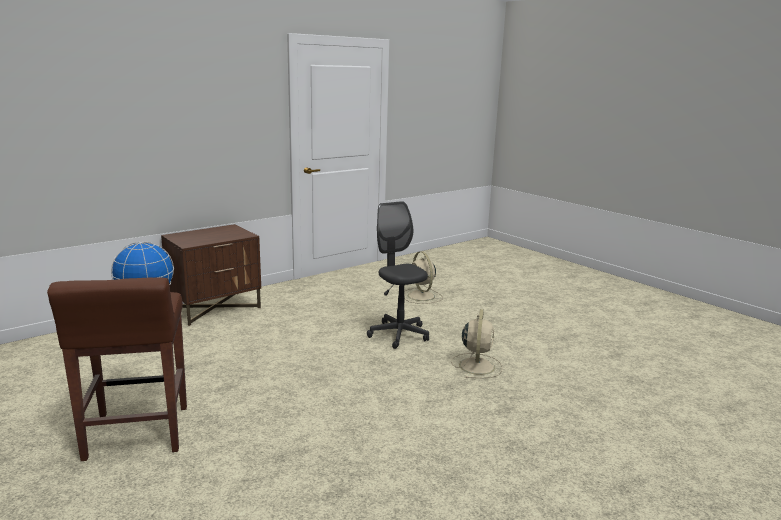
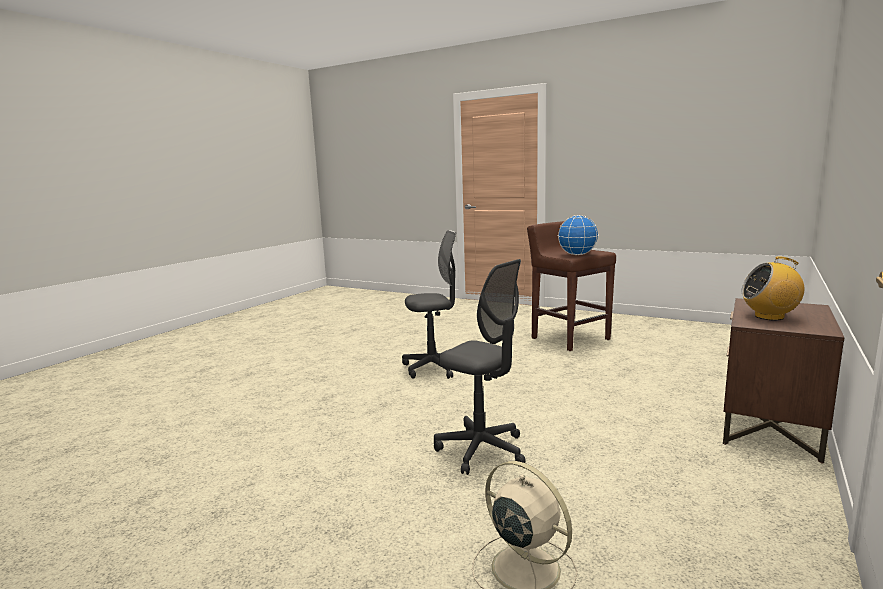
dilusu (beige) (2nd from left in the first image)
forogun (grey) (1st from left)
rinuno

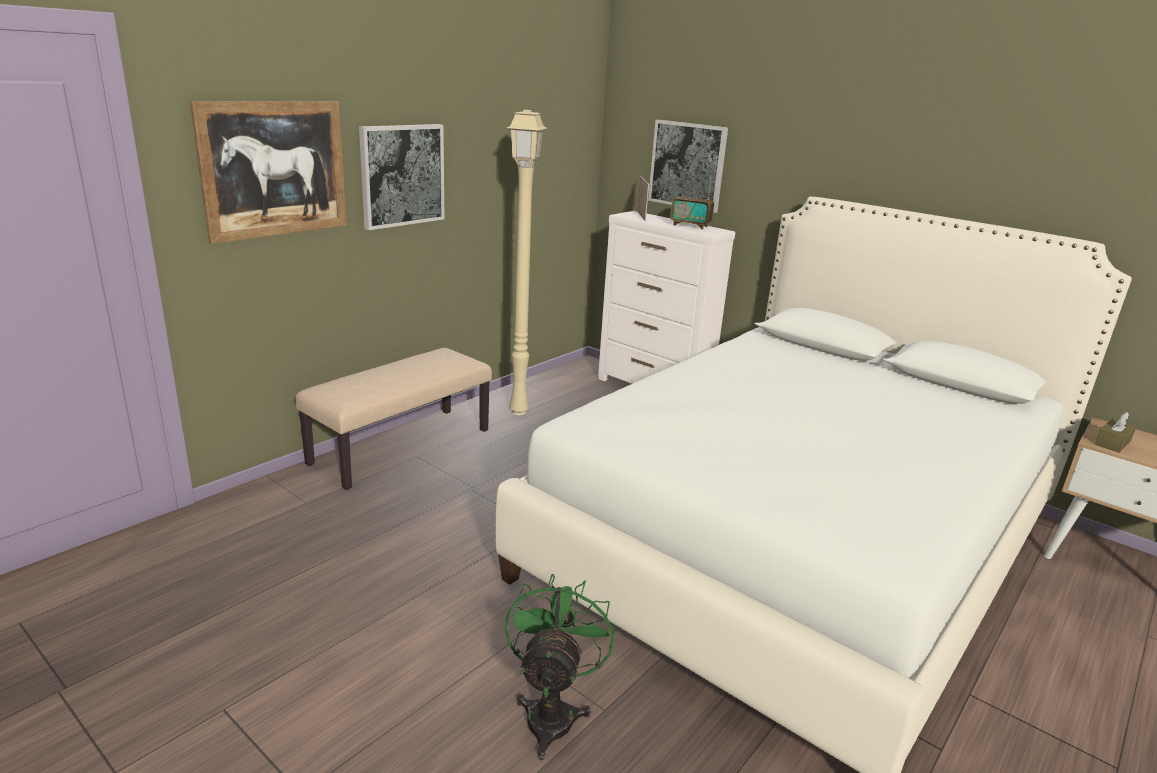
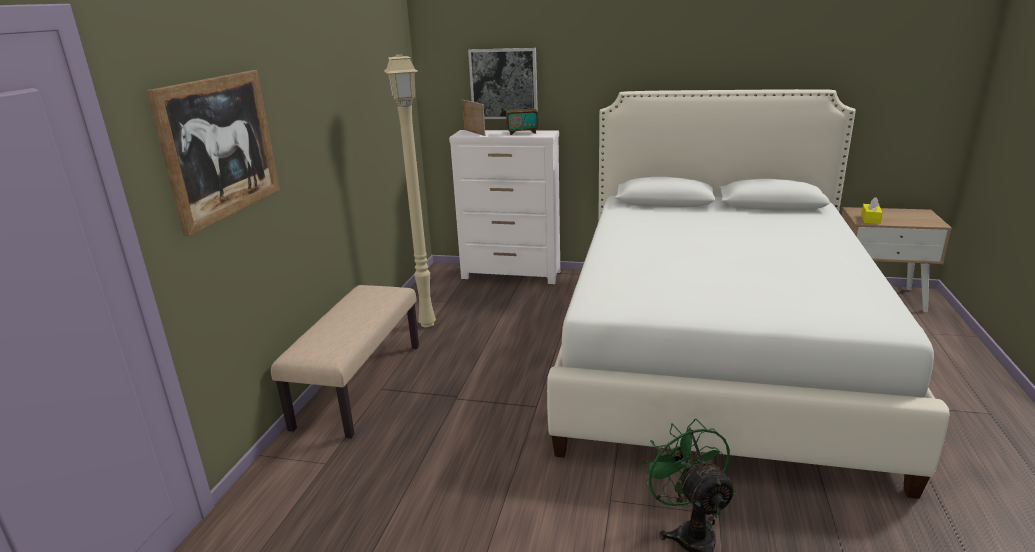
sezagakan (2nd from left in the first image)
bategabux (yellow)

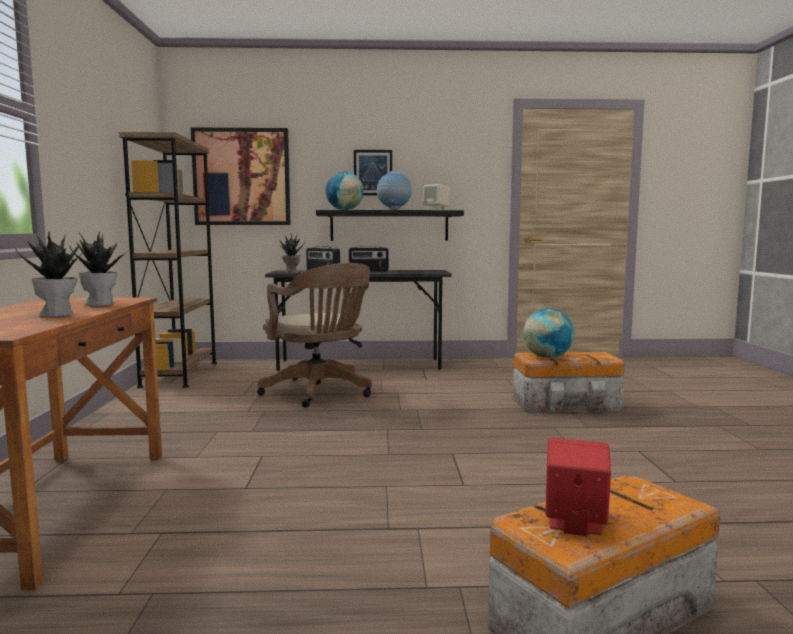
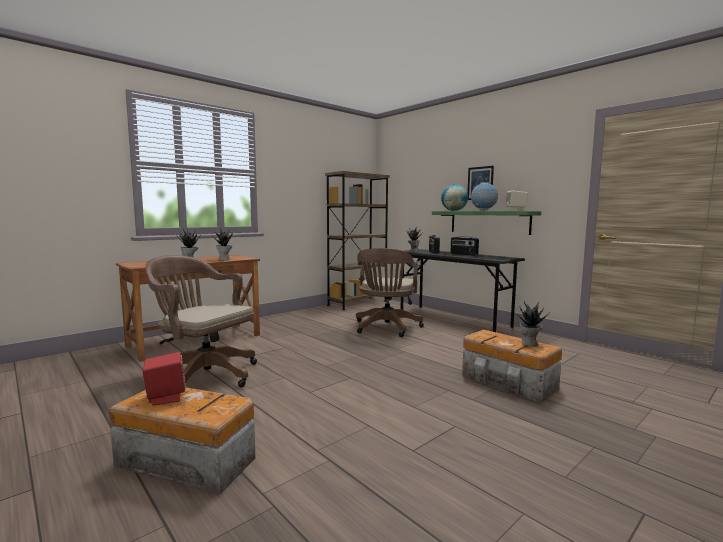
sezagakan (1st from left in the first image)
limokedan (3rd from left in the first image)
forogun (brown) (1st from left)
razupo (4th from left)
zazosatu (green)

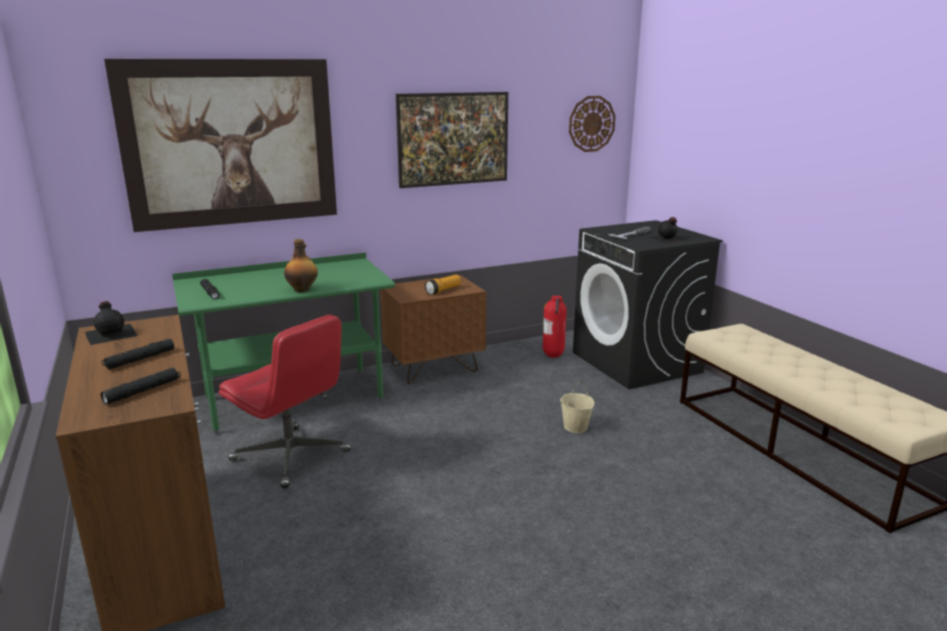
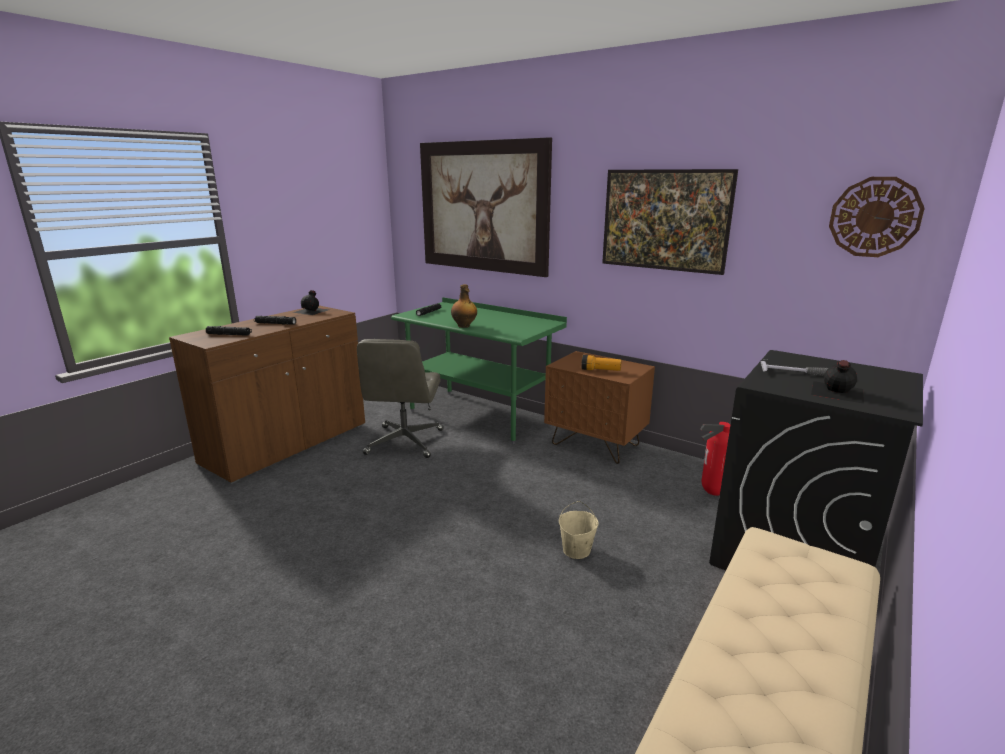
forogun (grey)

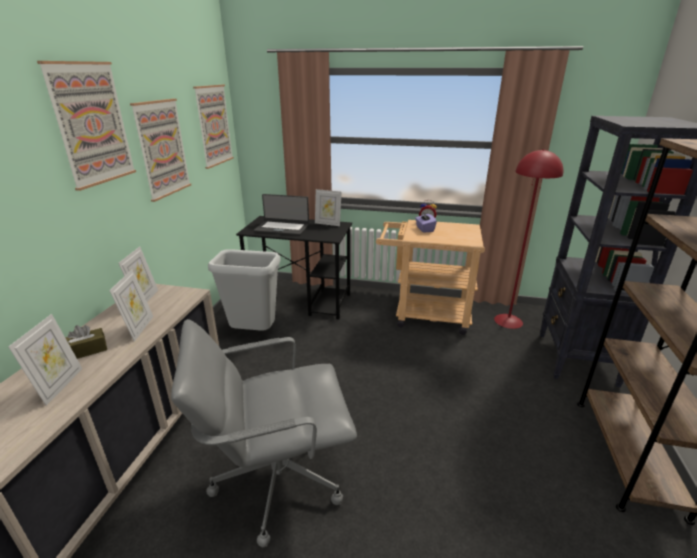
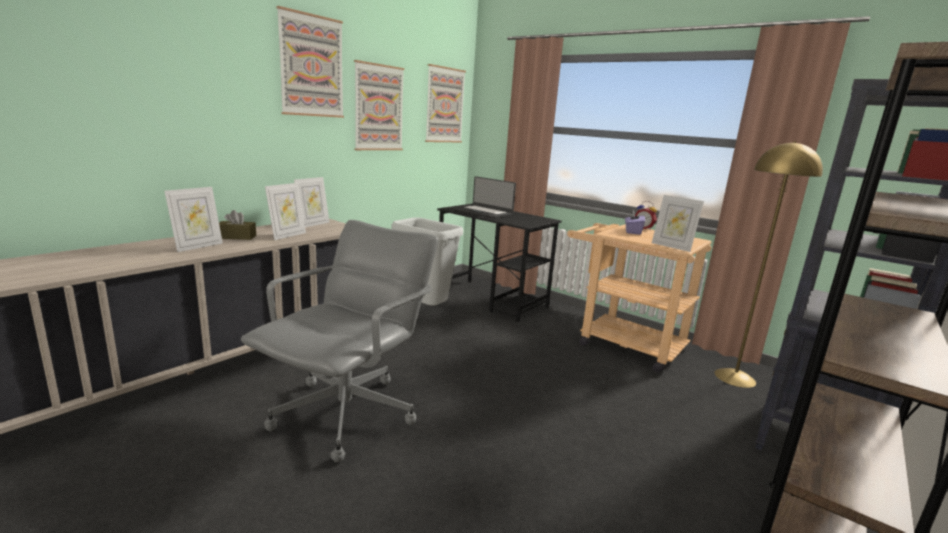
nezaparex (4th from left)
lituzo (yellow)
forogun (grey)

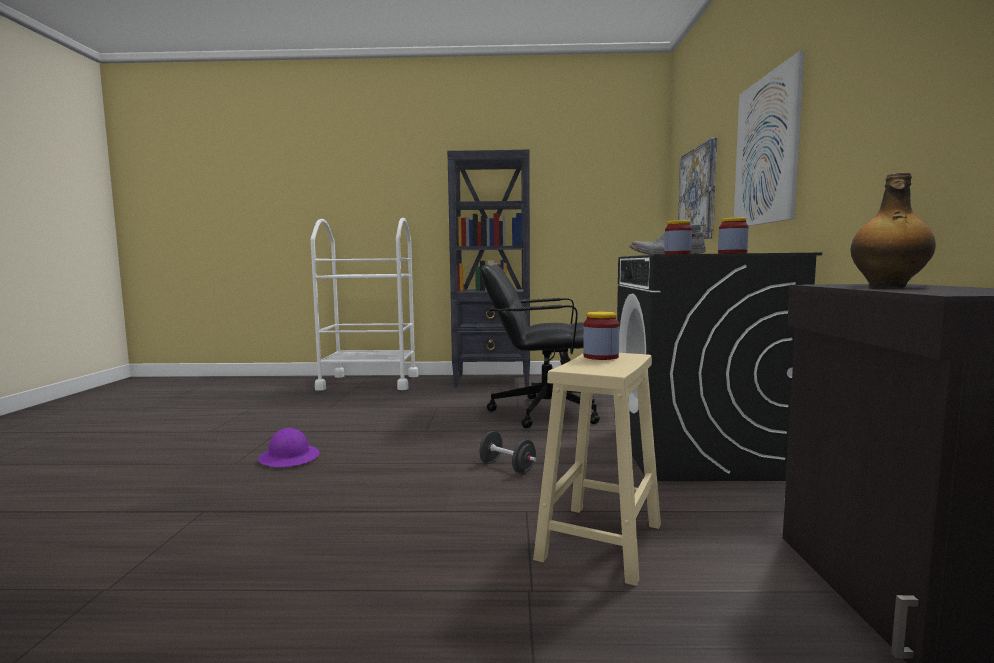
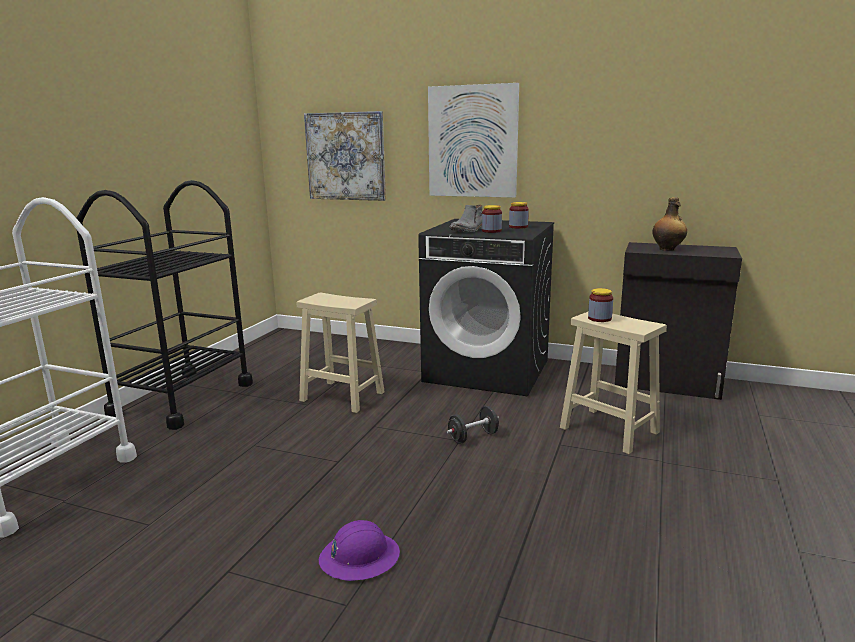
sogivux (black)
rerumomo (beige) (1st from left)

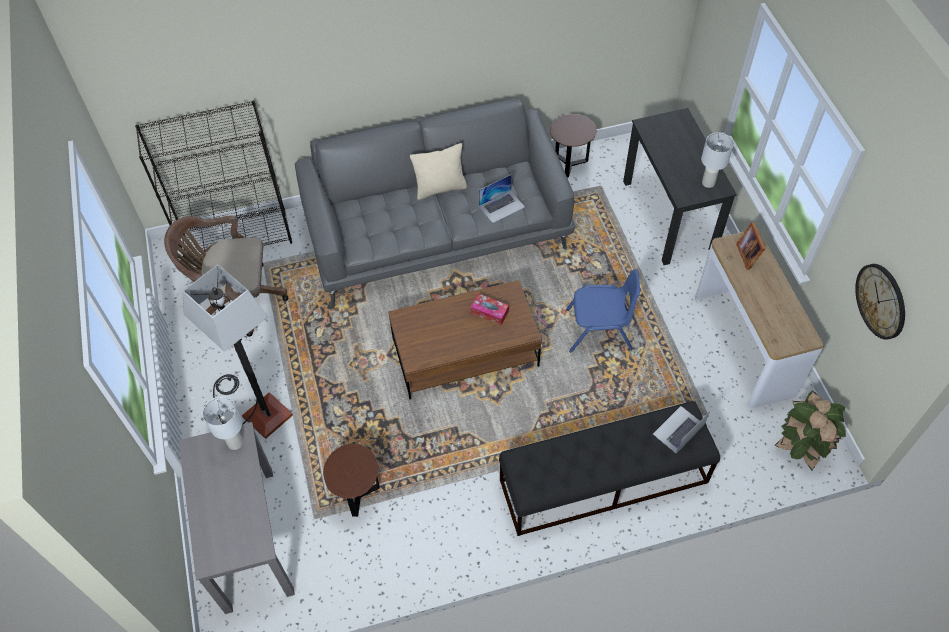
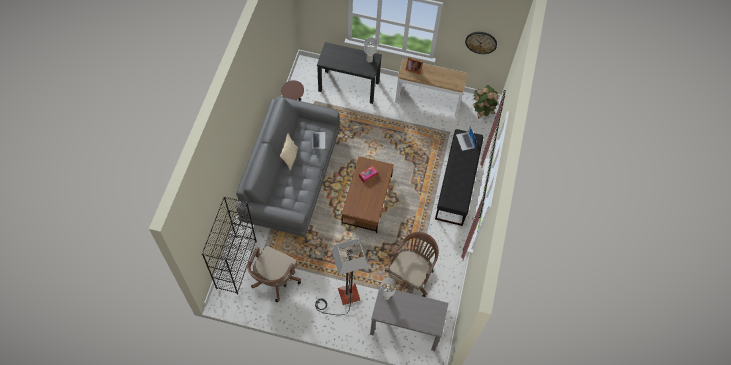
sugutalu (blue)
forogun (brown) (2nd from left)

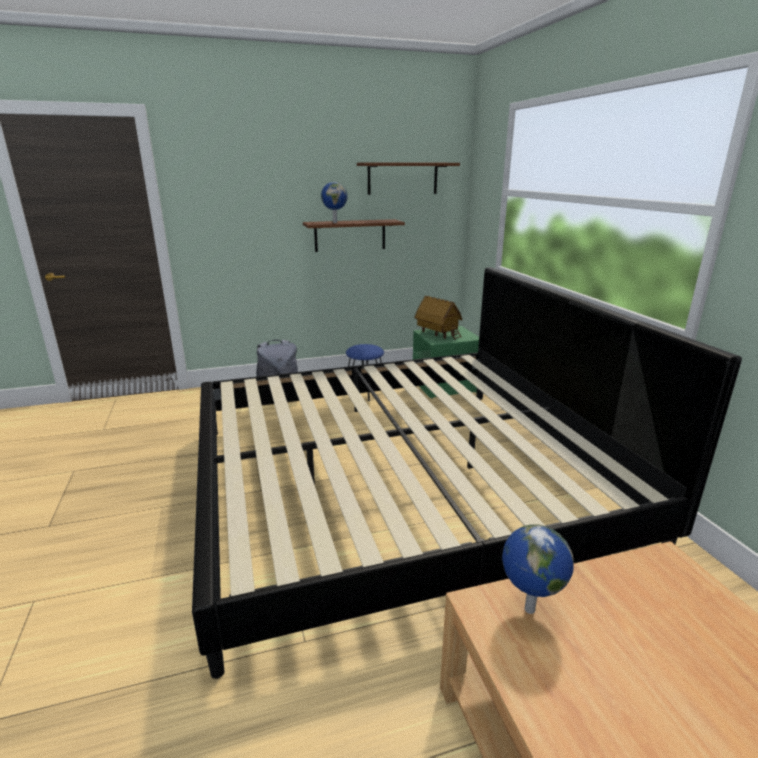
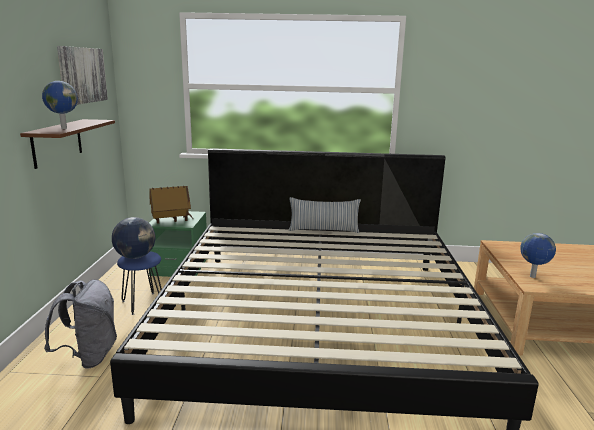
limokedan (2nd from left)
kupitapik
sezagakan

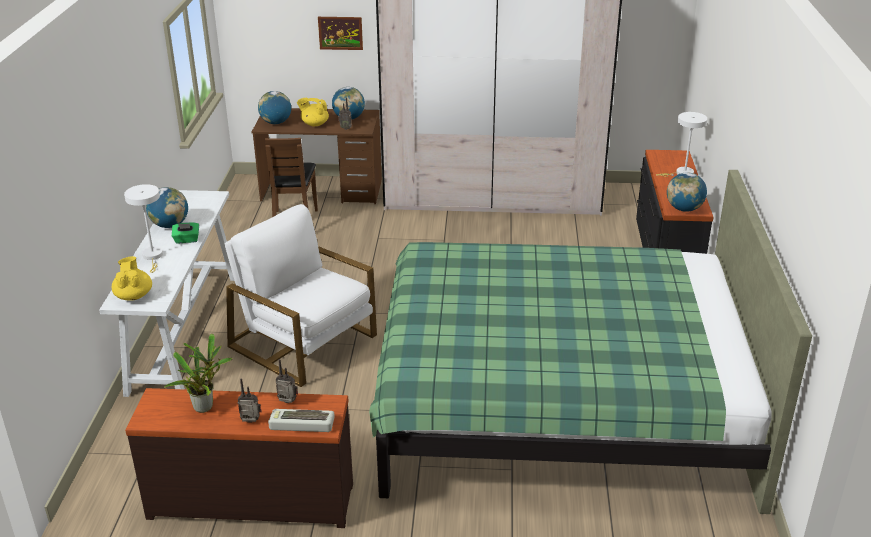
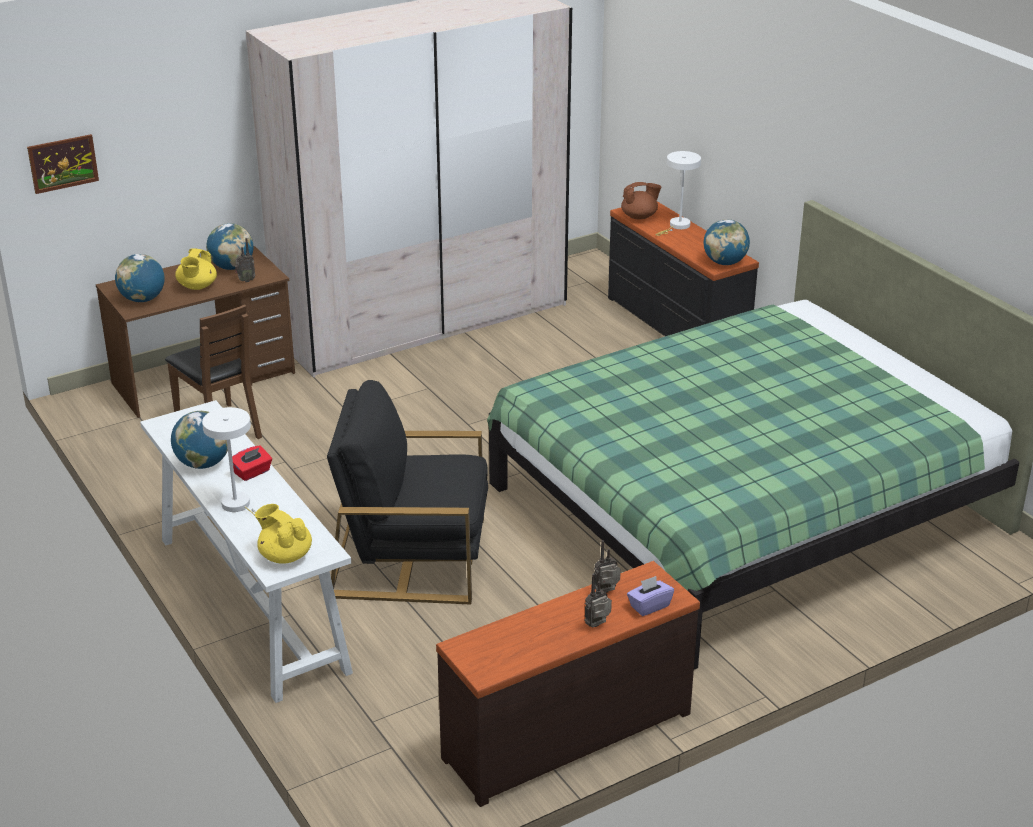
razupo
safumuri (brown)
sezagakan
bategabux (purple)
bategabux (red)
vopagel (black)
safumuri (yellow) (1st from left)

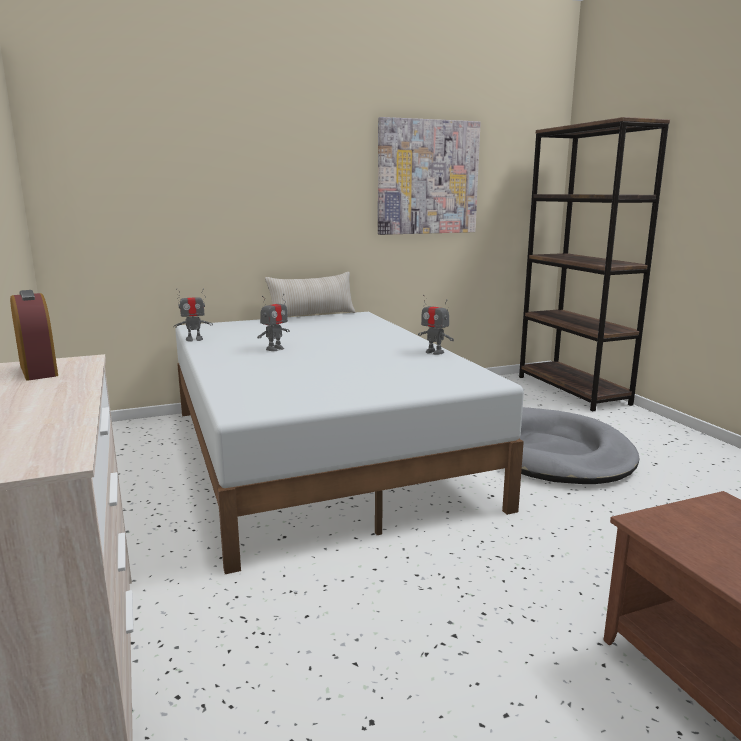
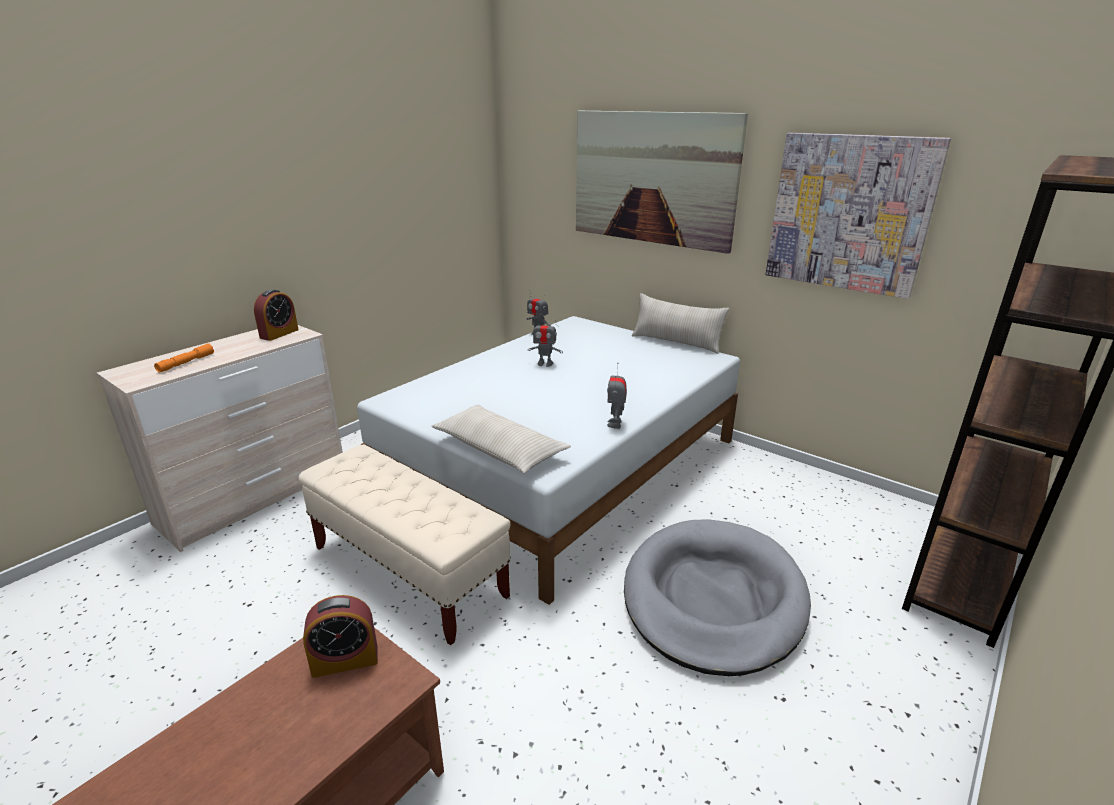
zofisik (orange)
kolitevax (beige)
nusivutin (2nd from left)
kupitapik (beige) (1st from left)
sezagakan (1st from left)

